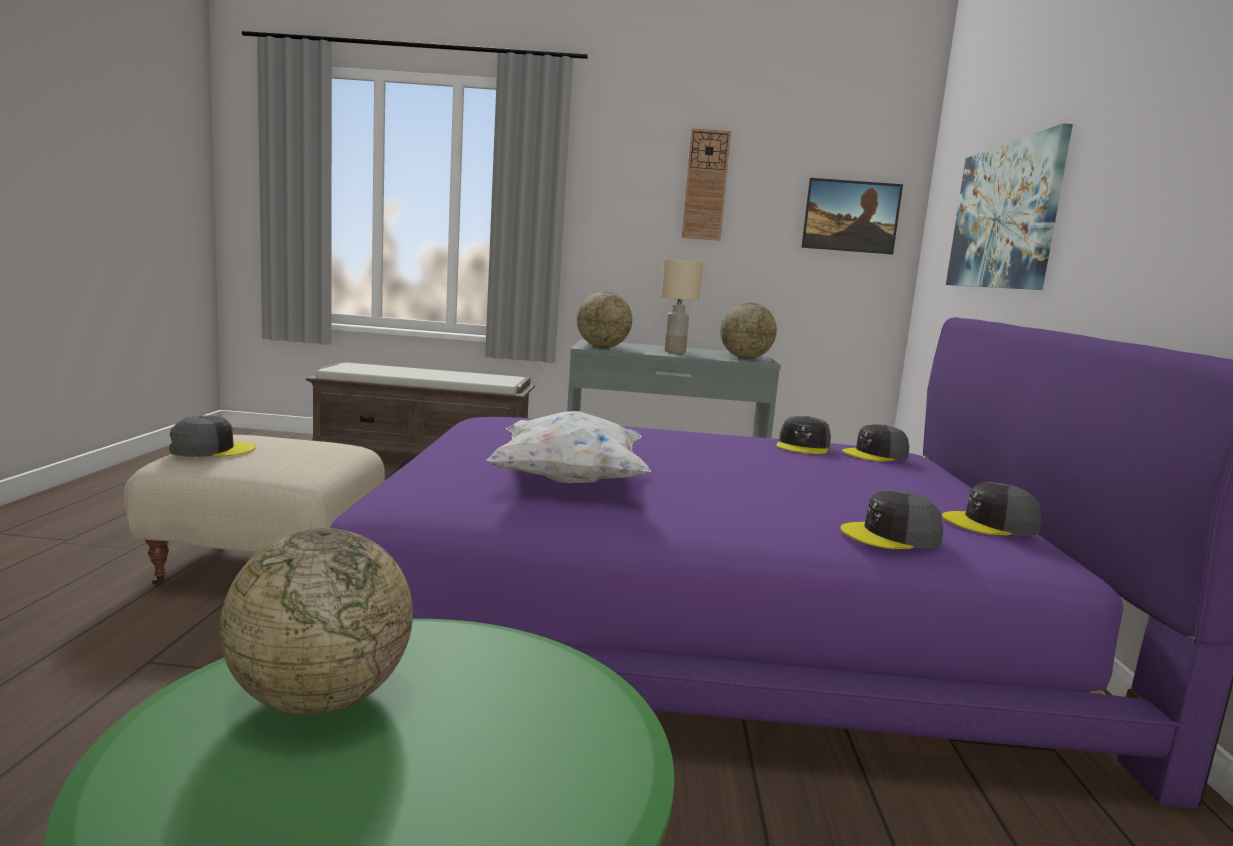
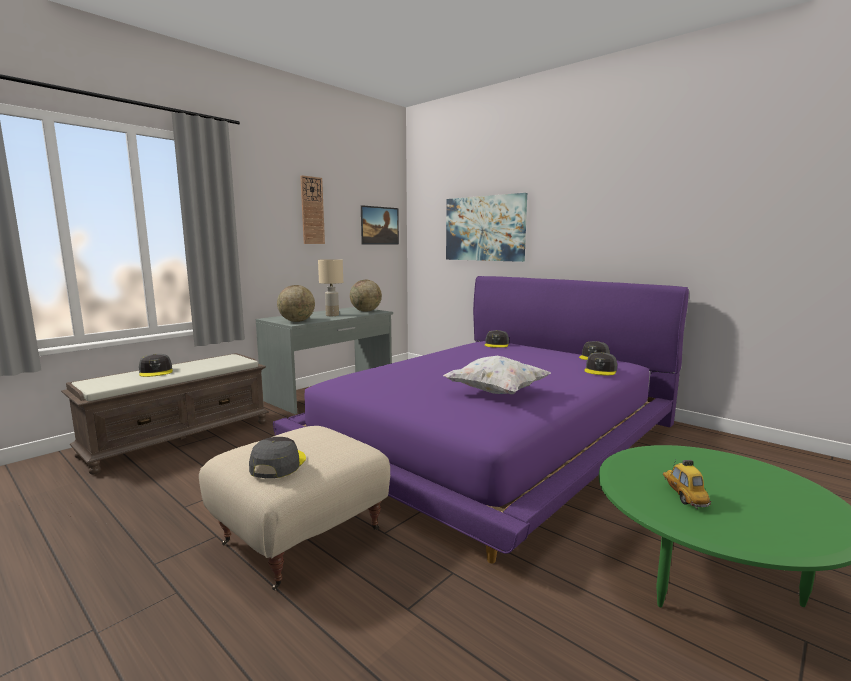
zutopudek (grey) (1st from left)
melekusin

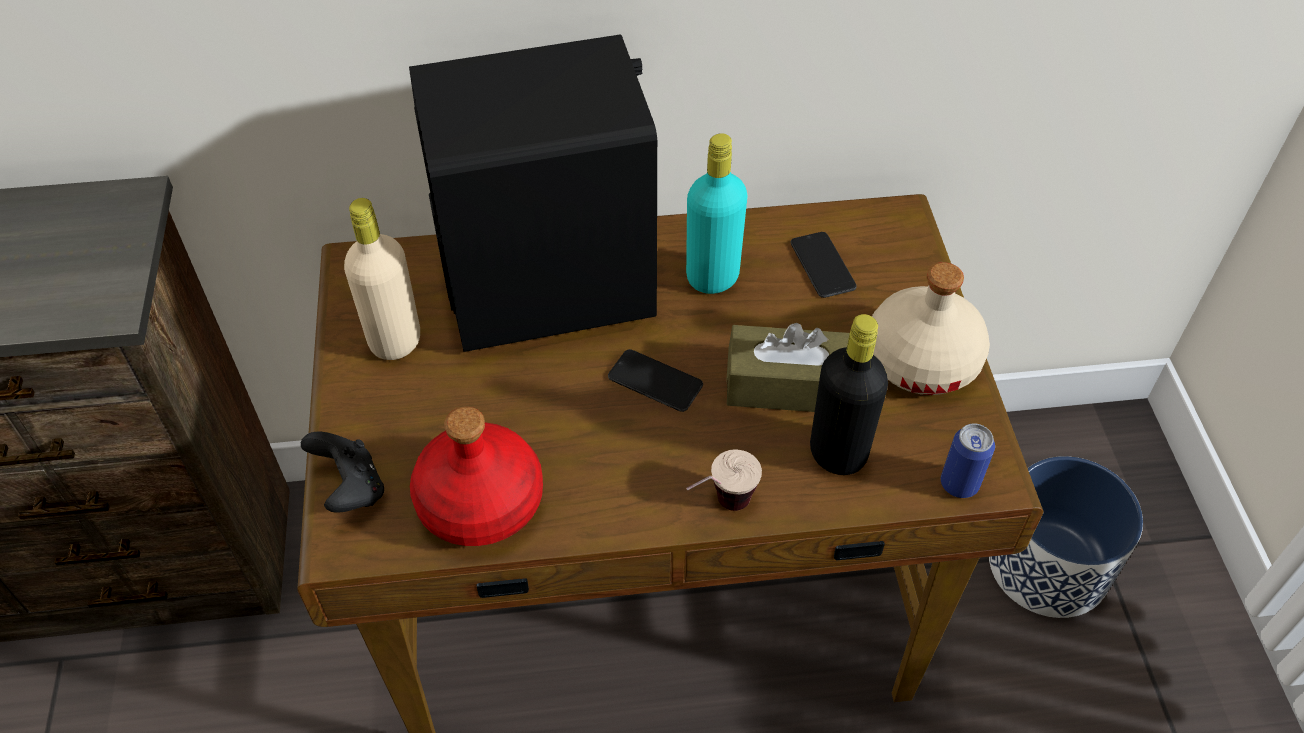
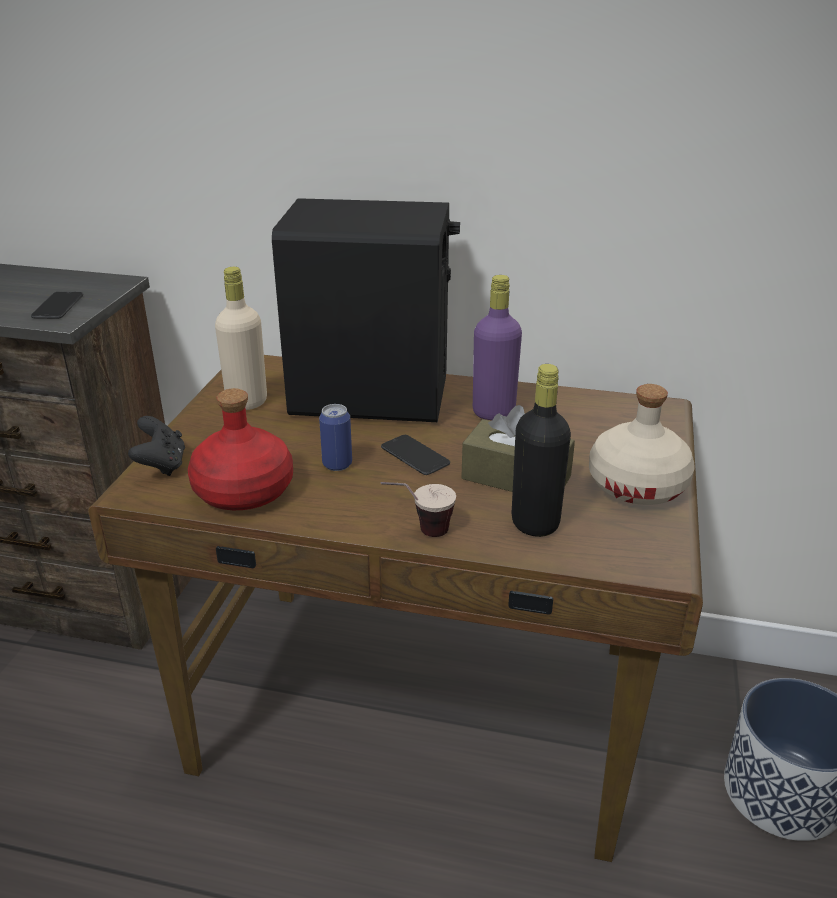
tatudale (1st from left)
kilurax
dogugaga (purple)

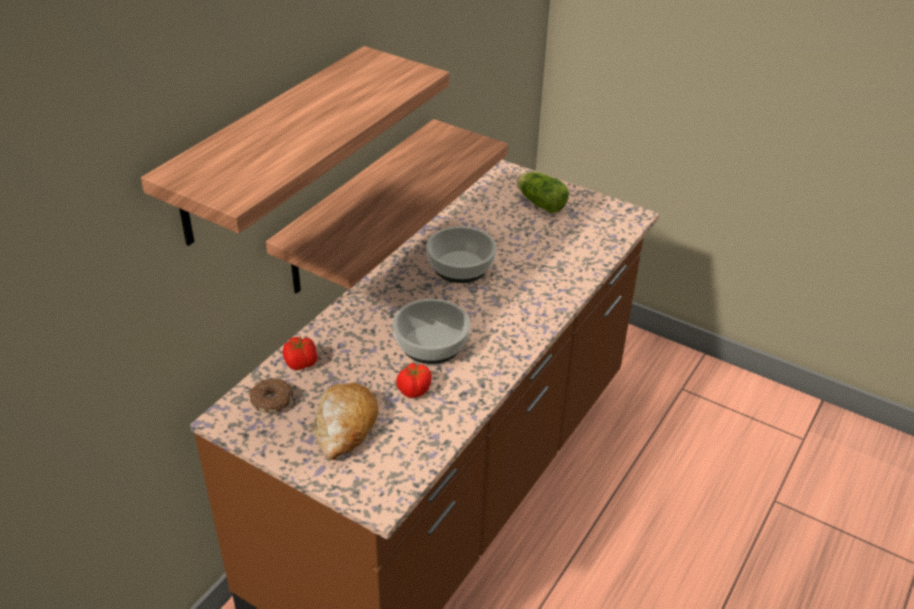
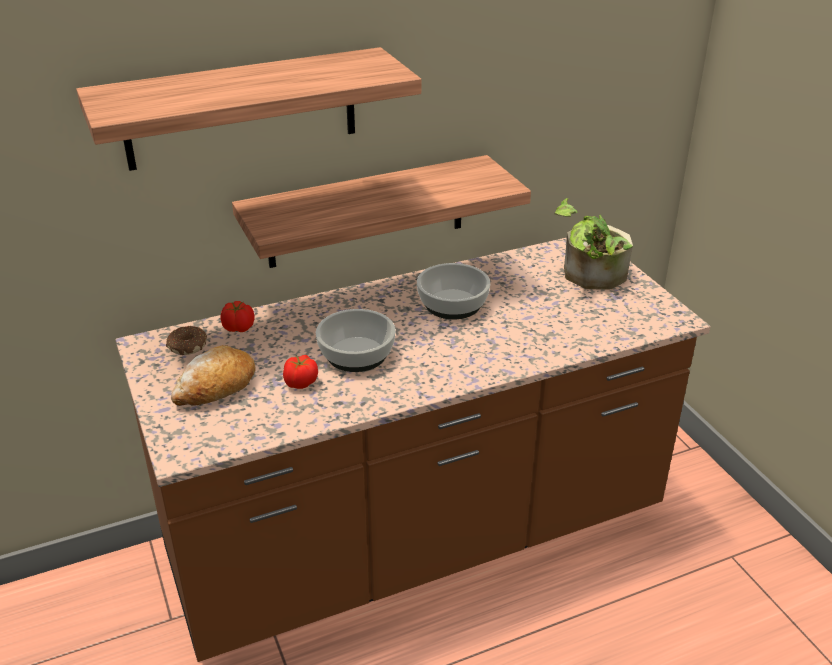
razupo

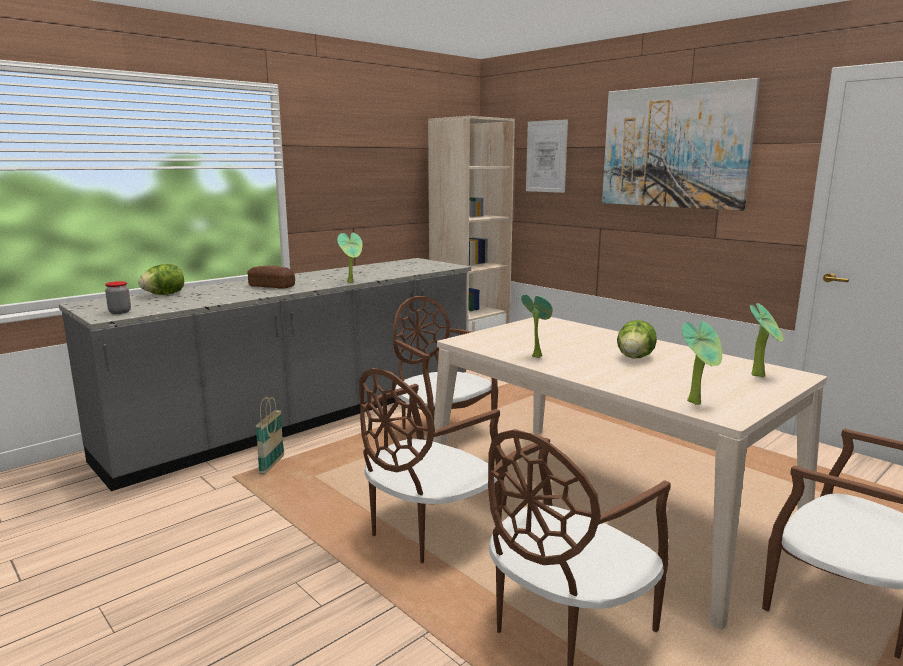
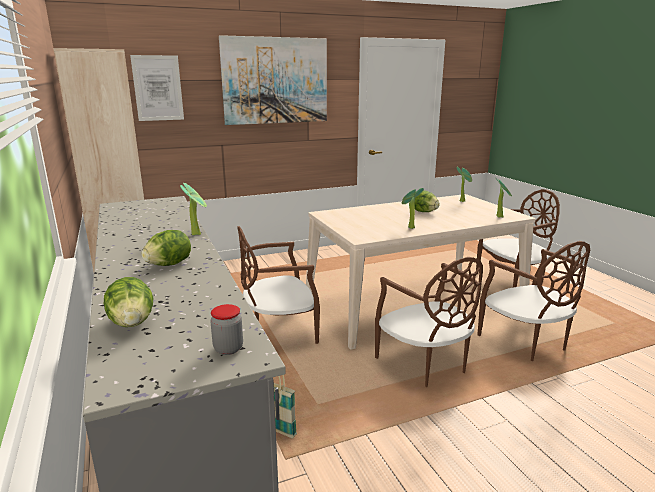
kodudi (2nd from left)

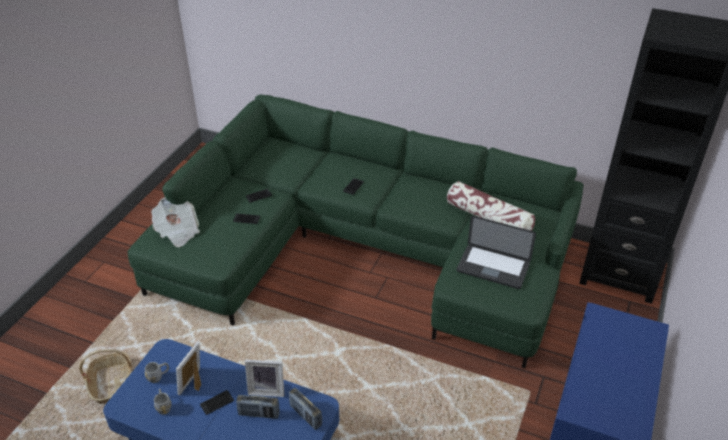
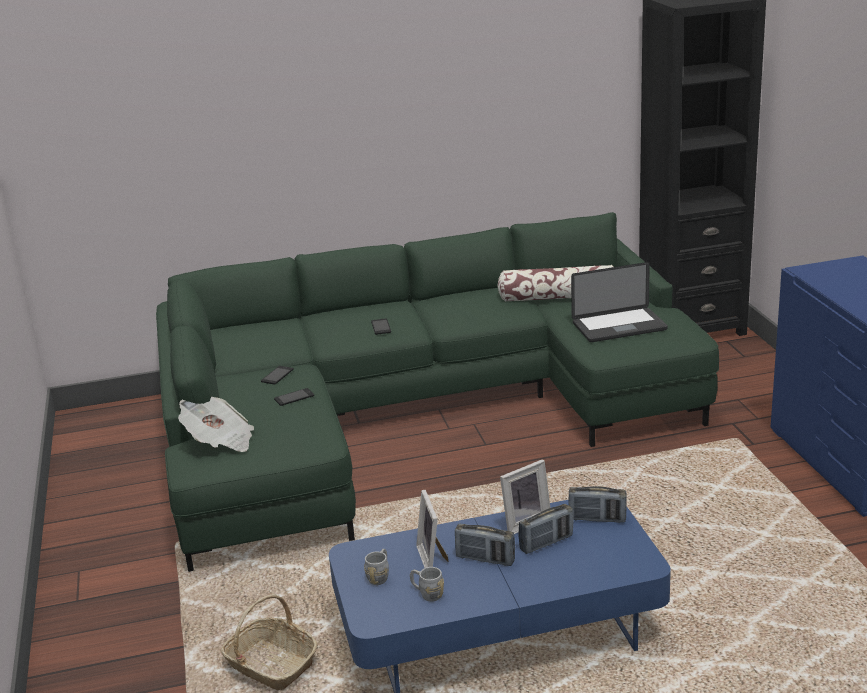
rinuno (1st from left)

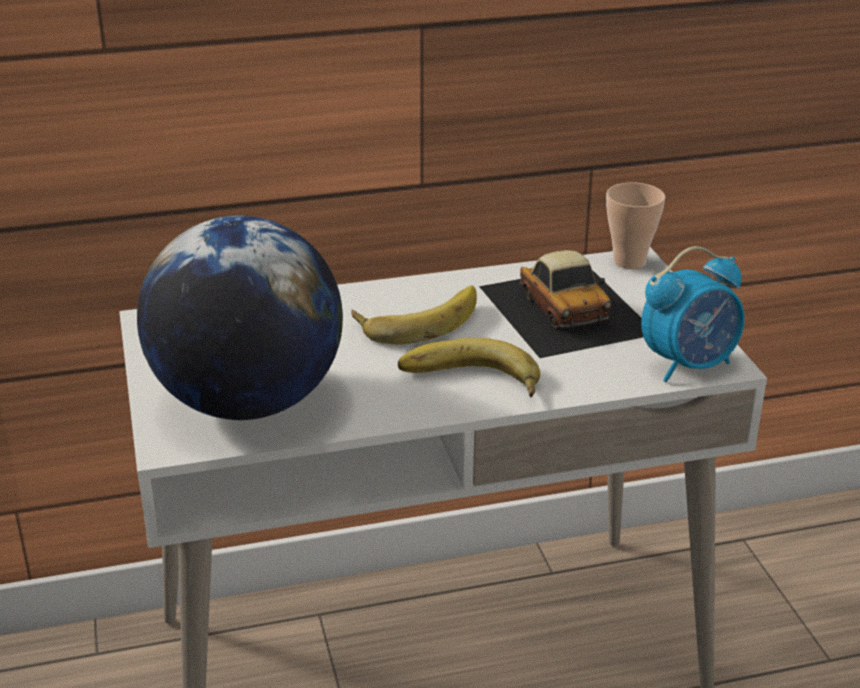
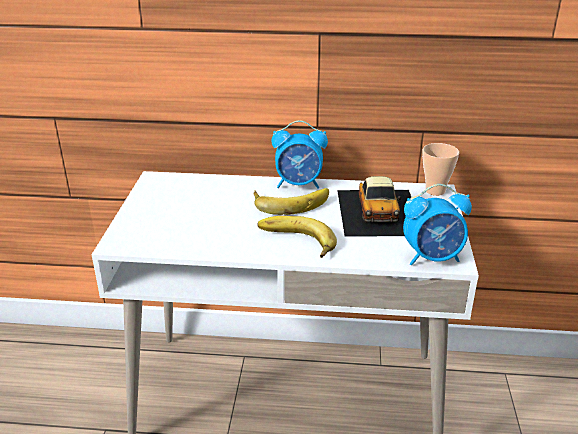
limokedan
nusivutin (1st from left)

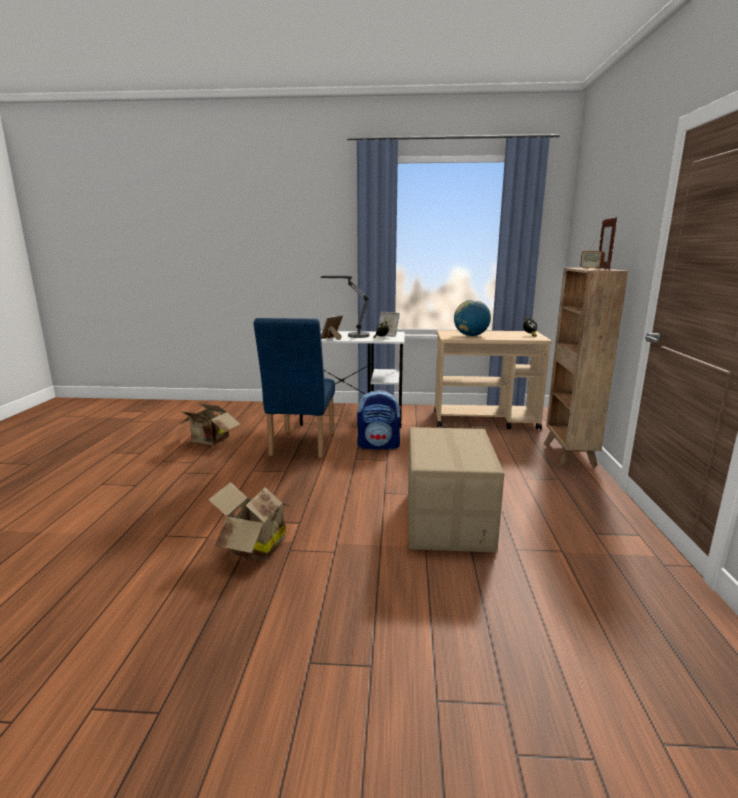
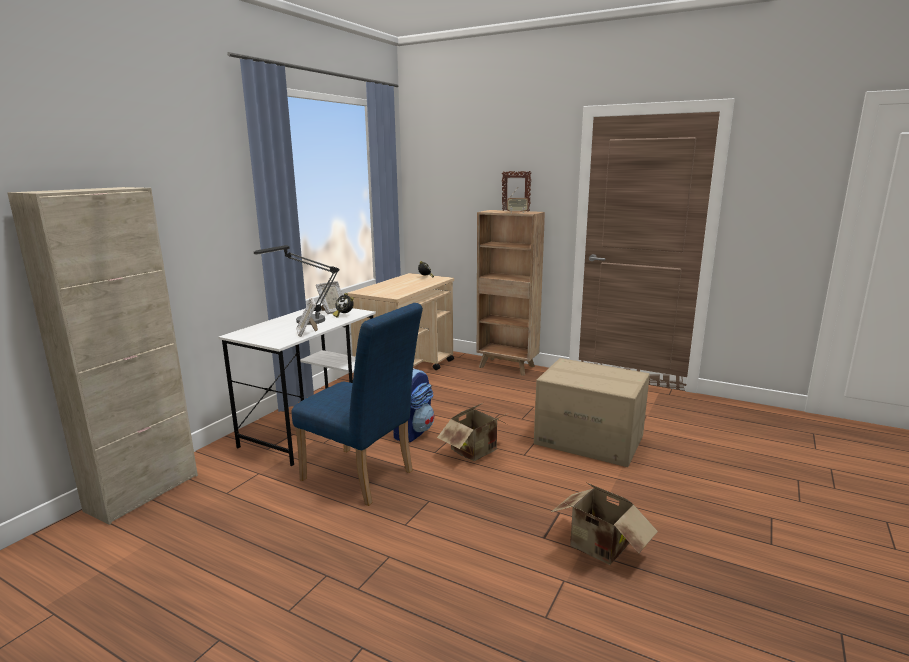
limokedan
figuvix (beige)
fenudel (1st from left)

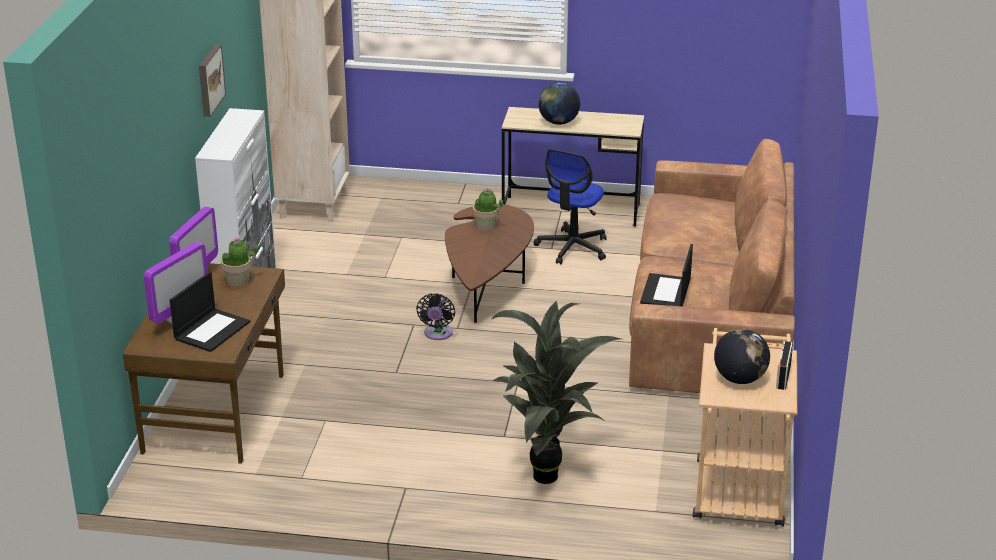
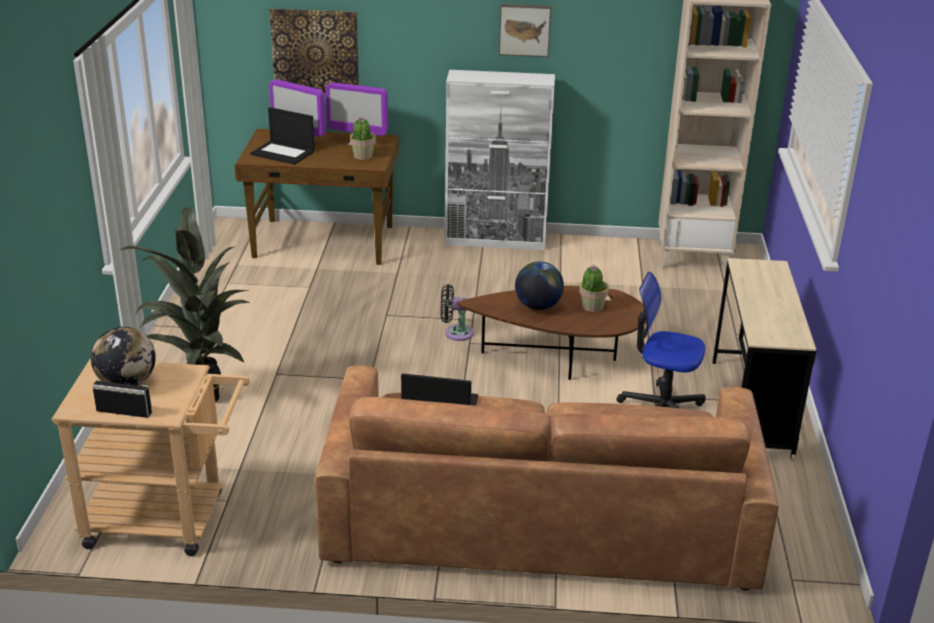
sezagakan (1st from left)
limokedan (2nd from left)

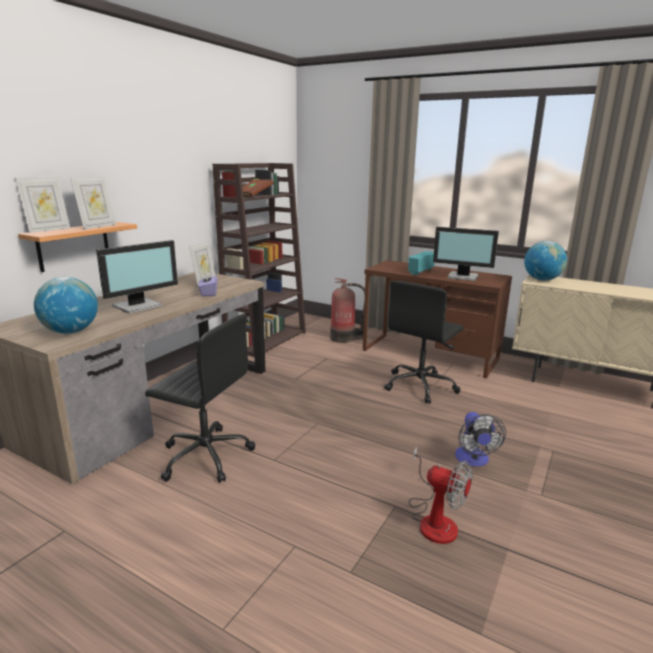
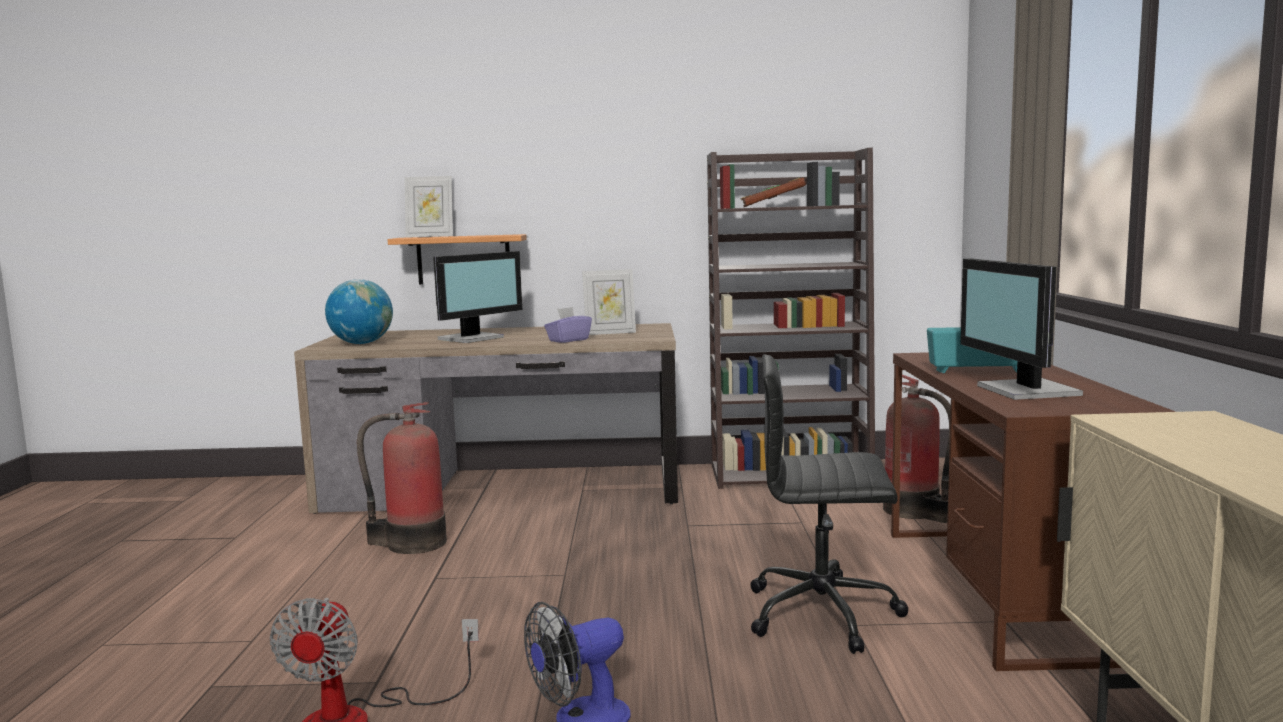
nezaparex (2nd from left in the first image)
limokedan (2nd from left in the first image)
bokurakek (1st from left)
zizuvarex (1st from left)

